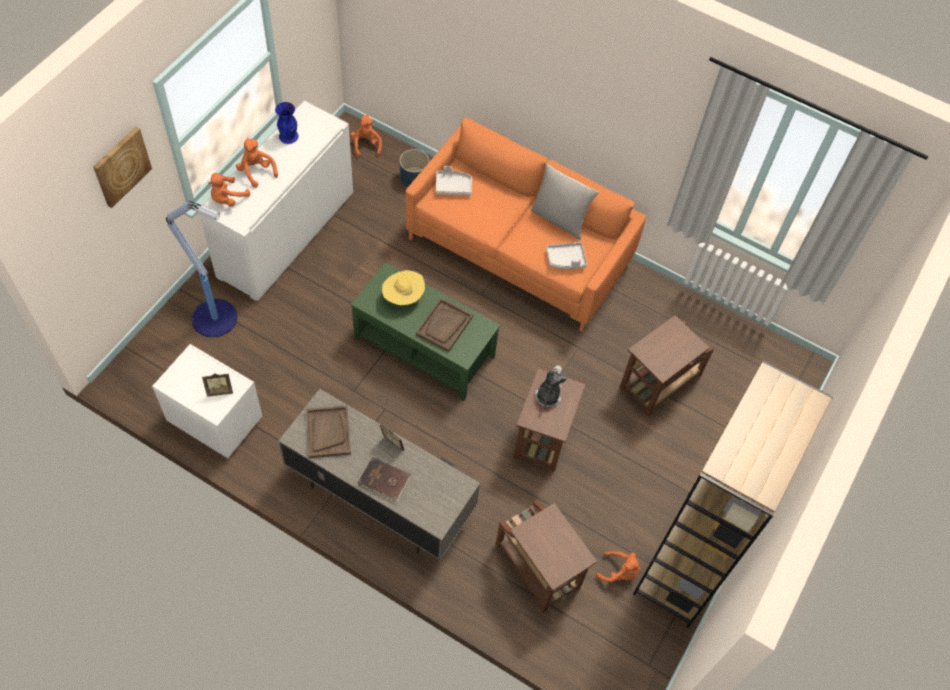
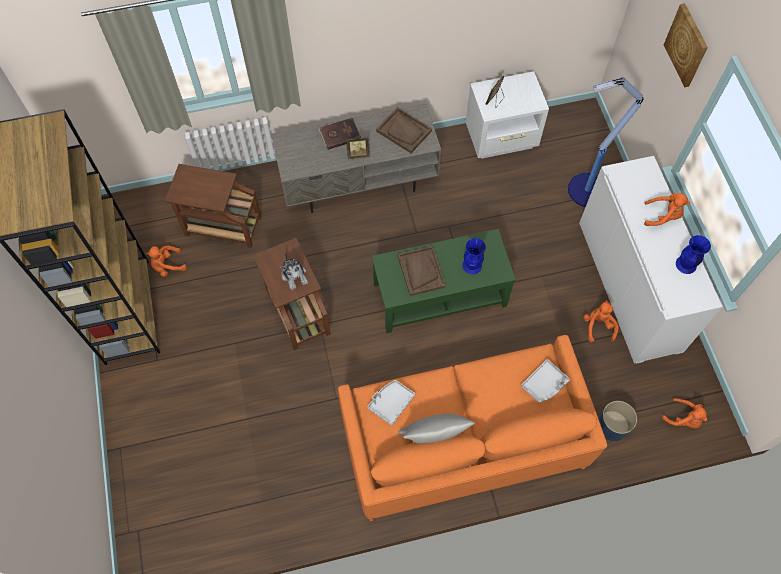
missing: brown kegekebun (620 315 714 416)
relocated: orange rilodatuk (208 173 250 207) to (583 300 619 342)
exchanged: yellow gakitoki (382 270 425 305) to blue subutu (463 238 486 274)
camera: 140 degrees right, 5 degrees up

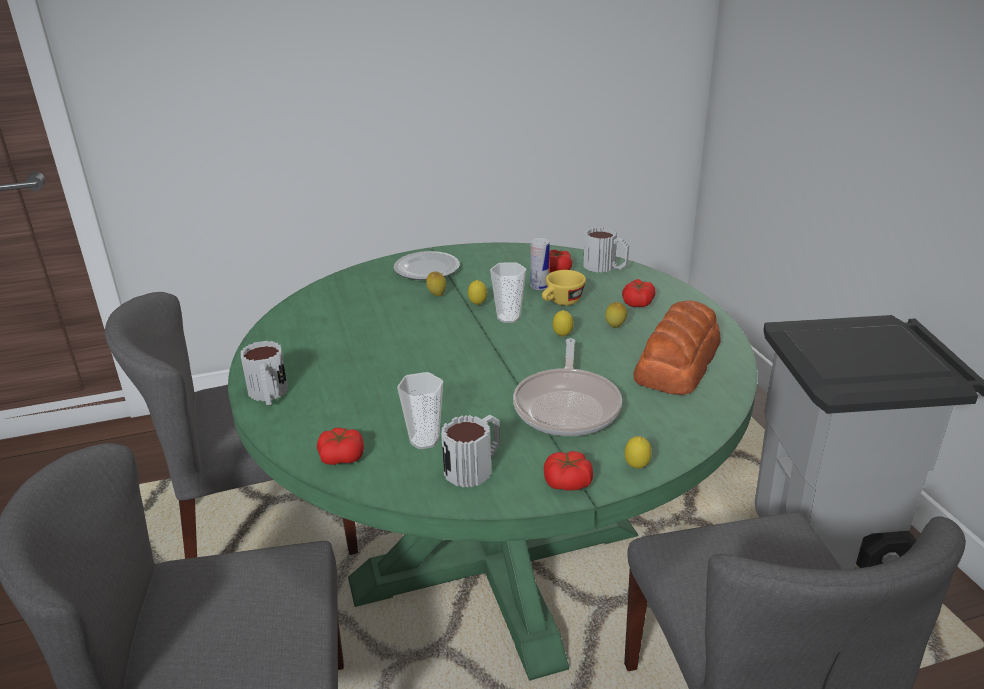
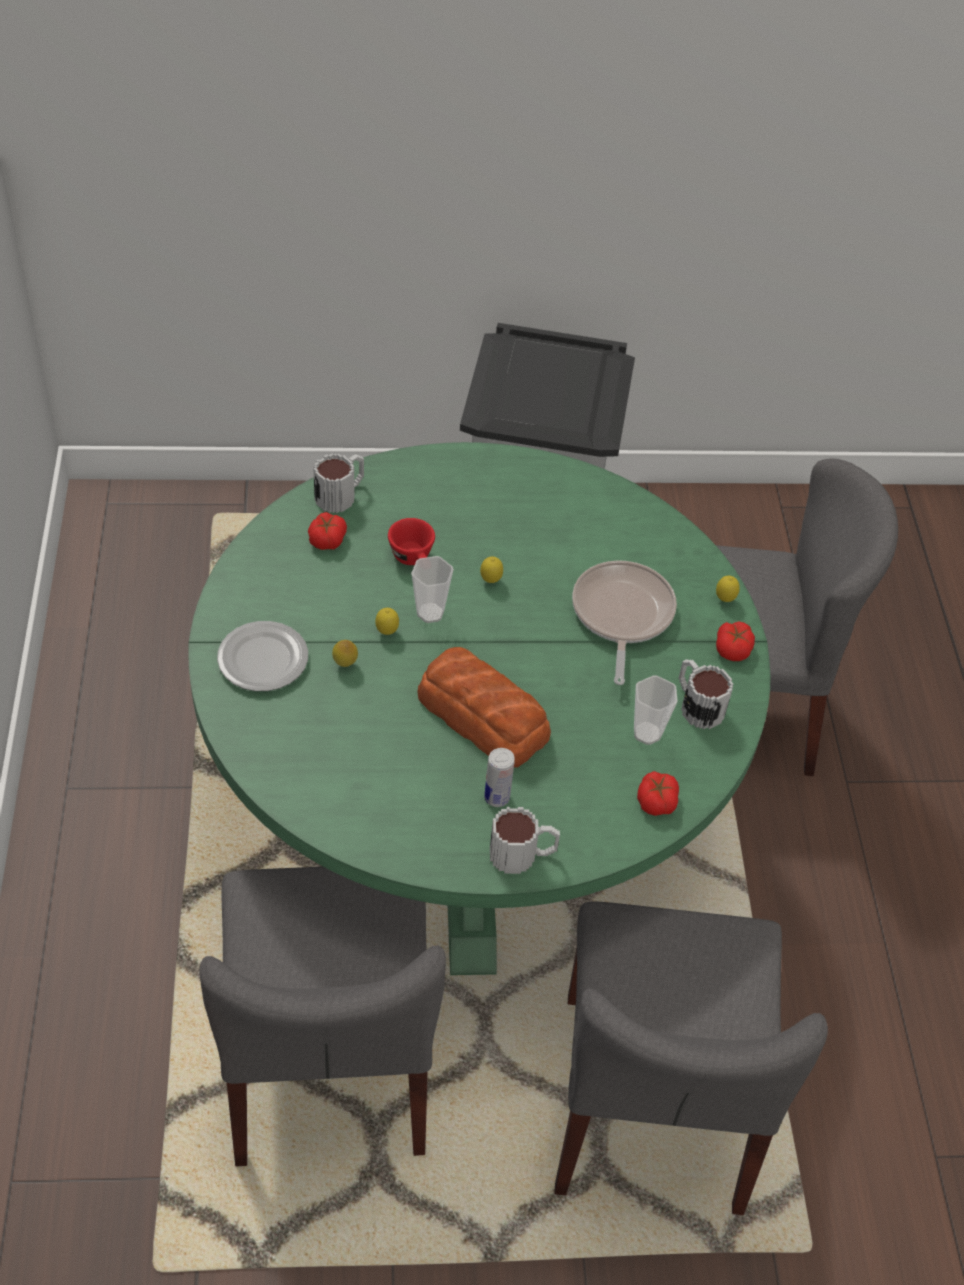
missing: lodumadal (605 302 627 328); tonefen (622 279 656 307)
relocated: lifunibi (633 300 721 395) to (417 647 551 768); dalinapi (530 238 550 290) to (484 748 515 807)
colour: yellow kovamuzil (542 270 586 306) to red kovamuzil (388 518 435 565)
spun: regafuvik (513 338 622 436) = (572 560 677 685) 105 degrees counterclockwise
camera: 80 degrees left, 20 degrees up

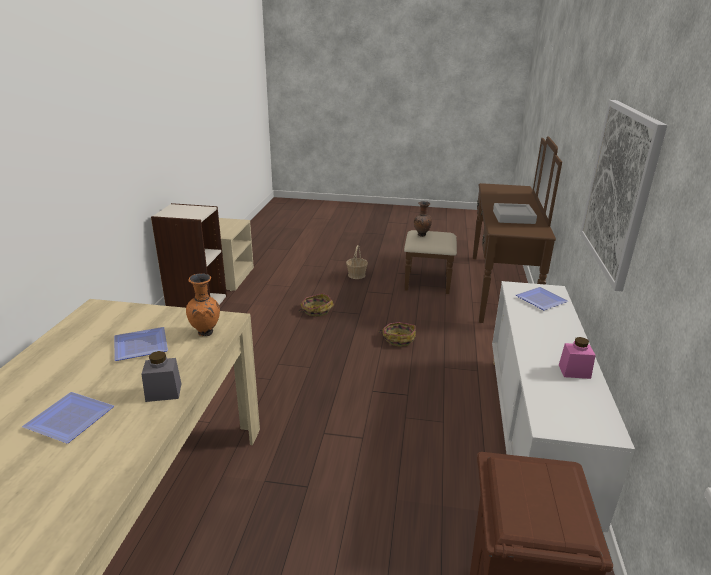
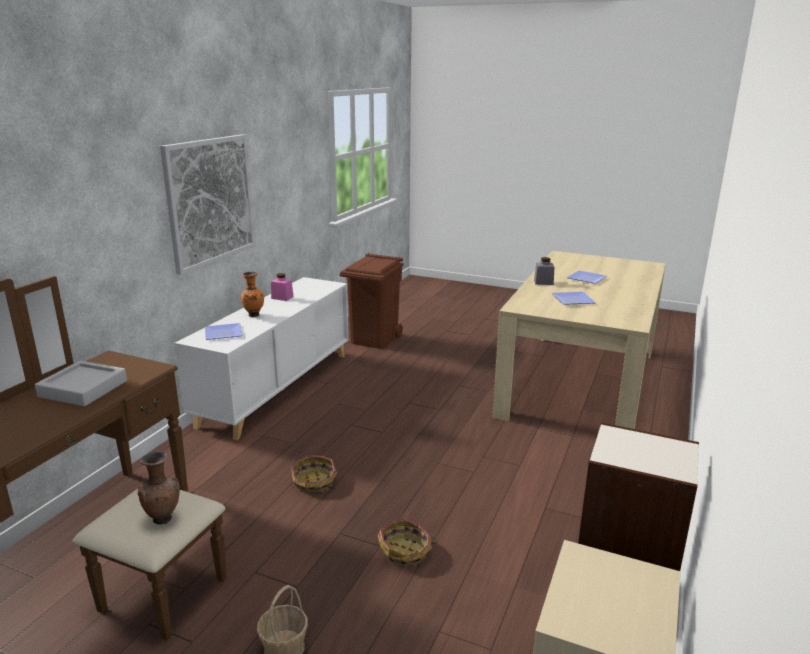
relocated: orange subutu (186 273 220 336) to (241 271 264 317)
camera: 165 degrees left, 5 degrees down

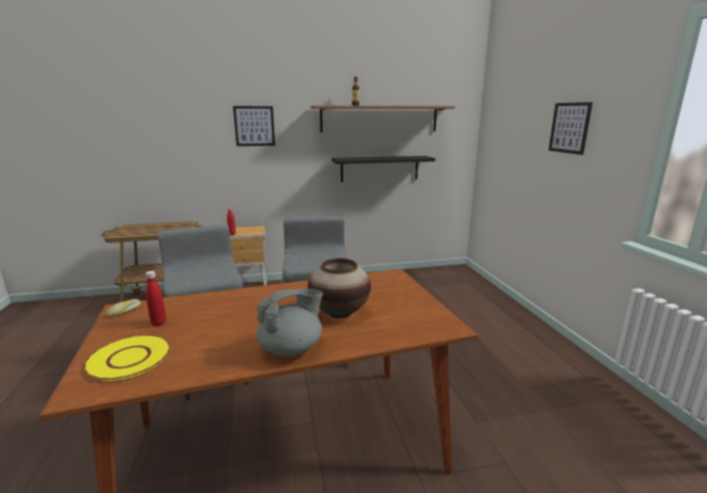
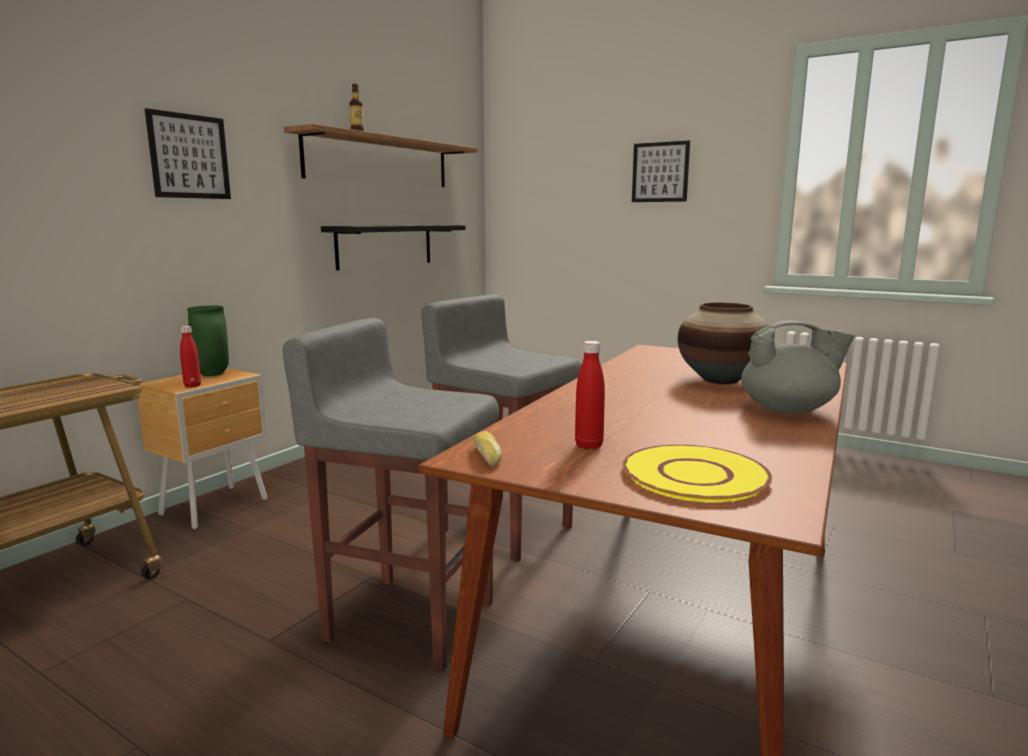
appeared: green subutu (187 306 229 376)
spun: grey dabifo (256 289 323 357) = (741 320 855 414) 90 degrees clockwise
camera: 45 degrees left, 5 degrees down

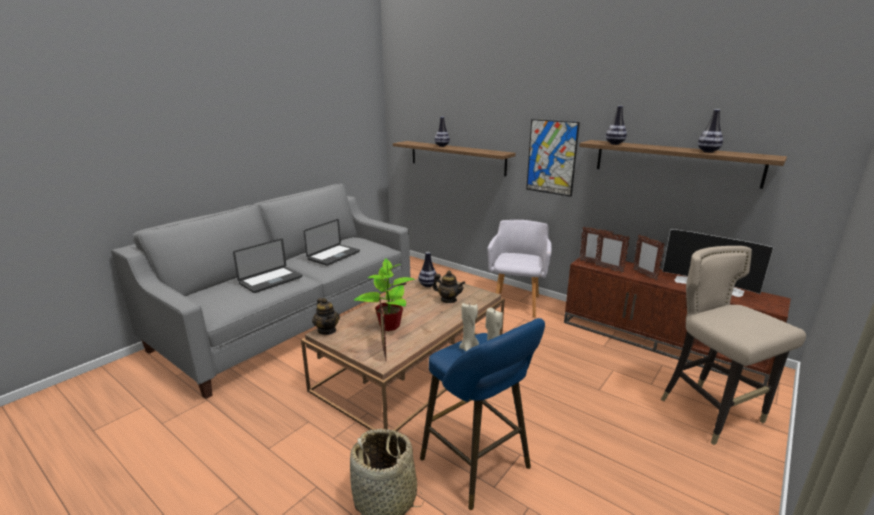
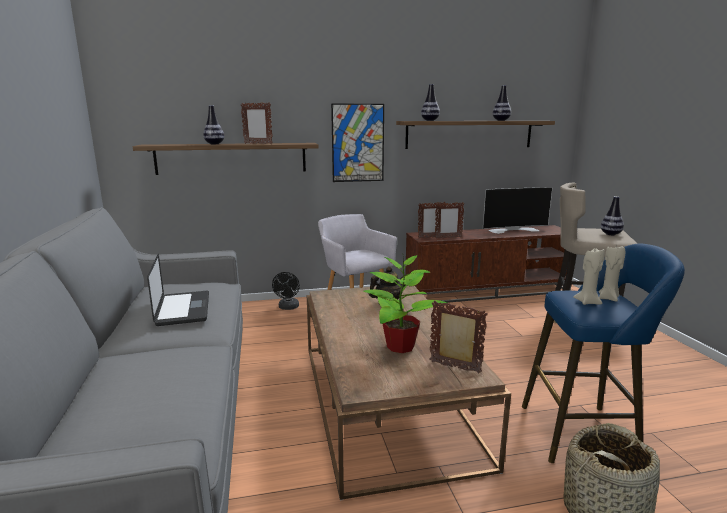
missing: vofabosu (233 238 302 293); dabifo (312 298 340 335)
appeared: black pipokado (272 272 300 310)
relocated: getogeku (633 234 665 280) to (241 102 273 144); subutu (418 252 437 287) to (601 196 624 235)
camera: 50 degrees left, 5 degrees down

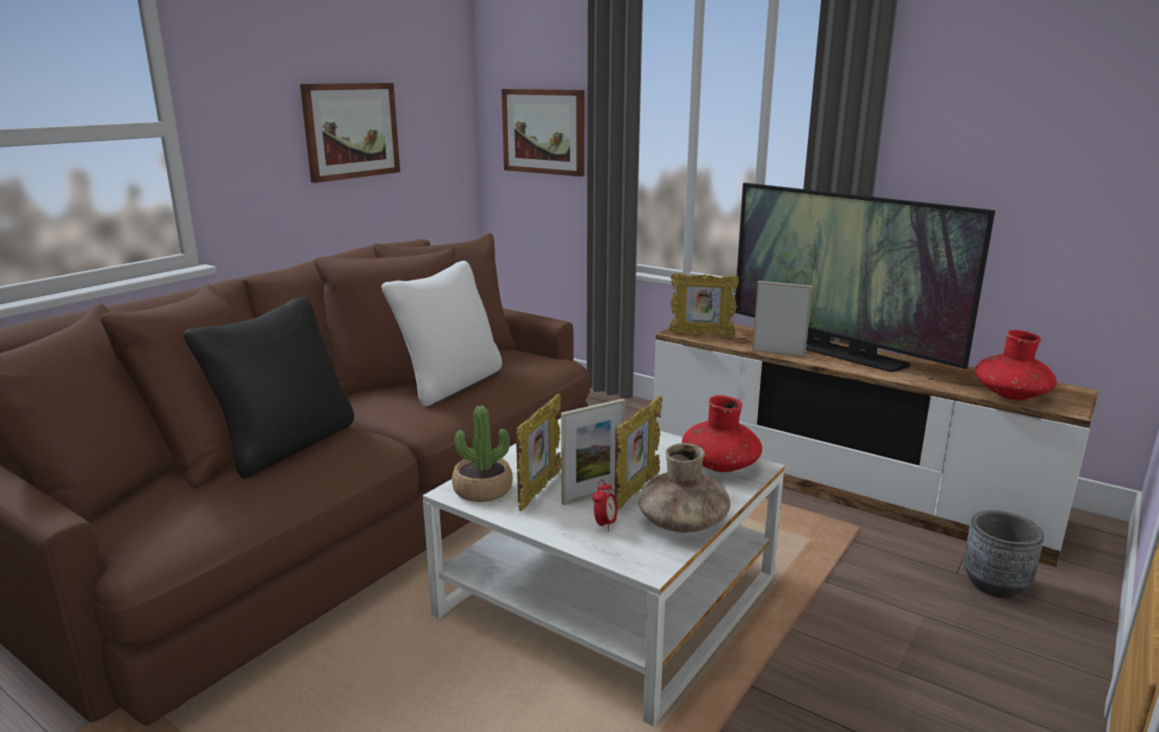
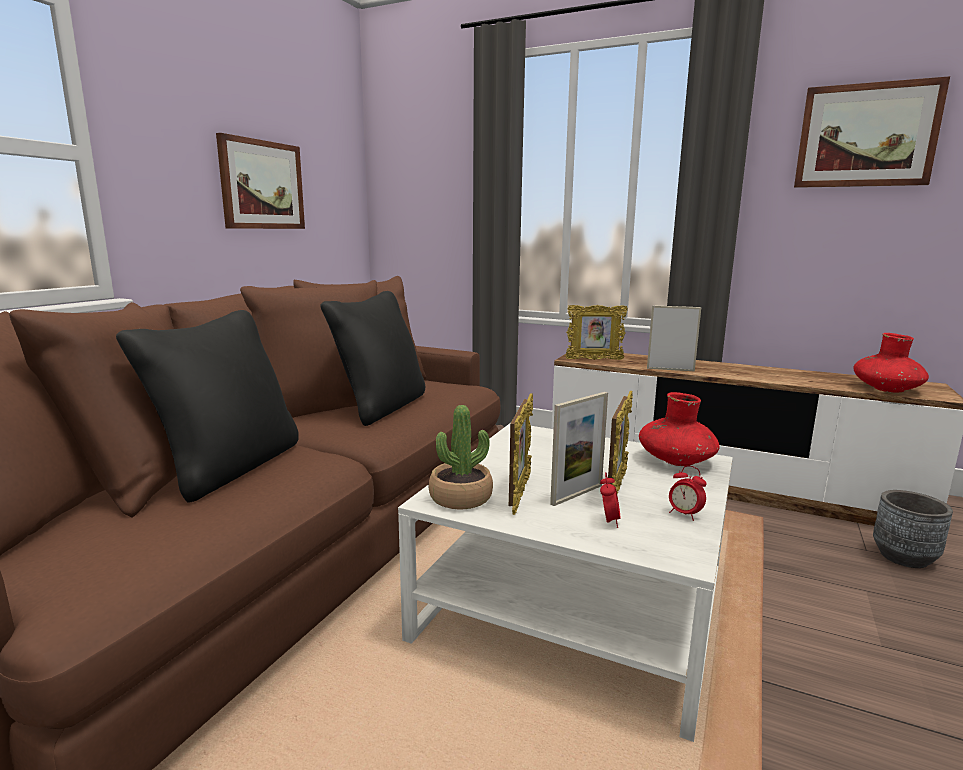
missing: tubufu (735 183 995 372)
relocated: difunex (502 89 584 177) to (794 76 950 188)
exchanged: brown subutu (638 443 730 533) to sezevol (669 466 707 521)
colour: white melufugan (381 261 502 407) to black melufugan (320 291 425 426)
camera: 10 degrees left, 5 degrees down

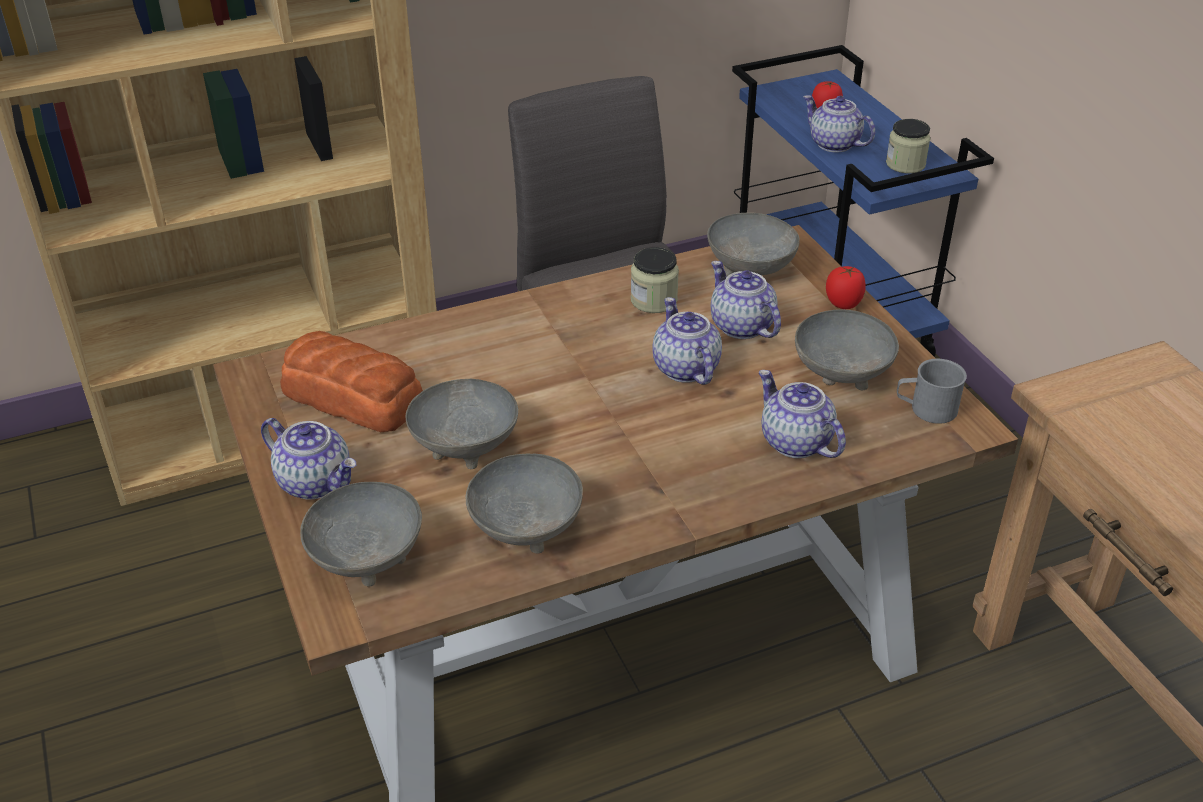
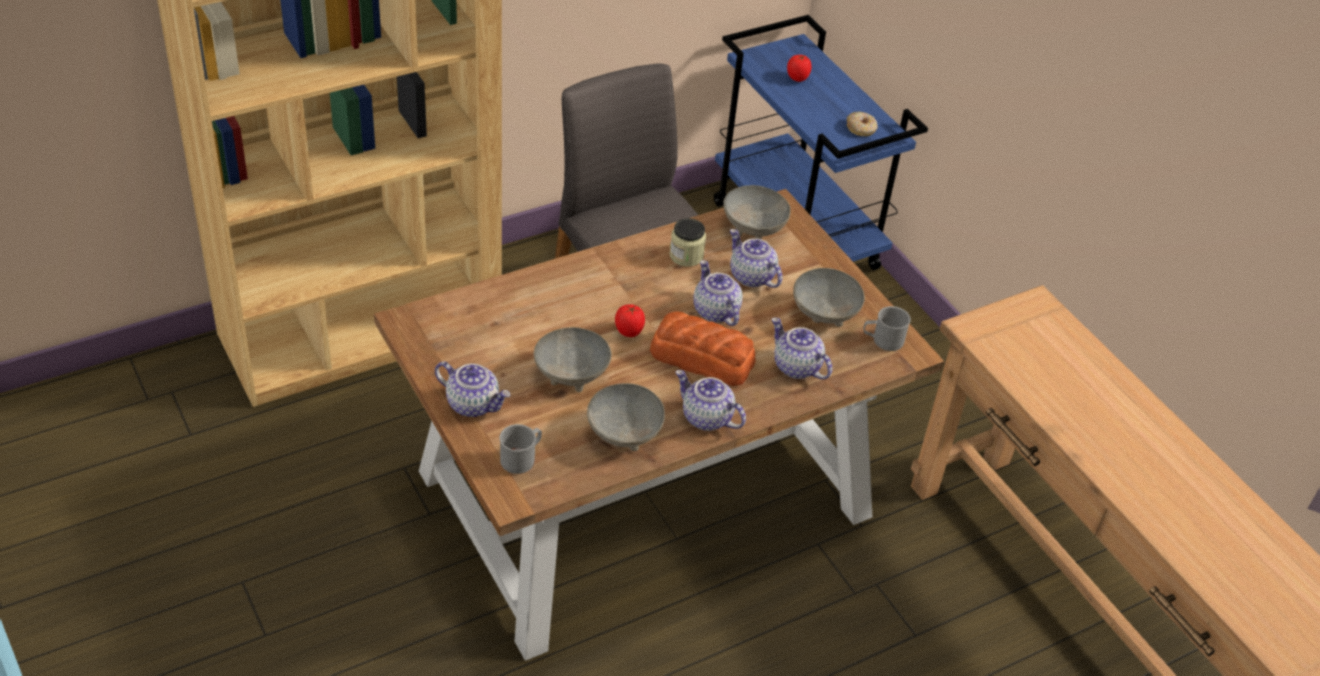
relocated: tonefen (826 266 866 309) to (615 304 645 337); lifunibi (280 331 423 432) to (650 312 756 386); dabifo (803 95 875 153) to (675 370 746 431)
exchanged: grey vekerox (300 482 422 586) to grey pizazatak (500 424 542 474); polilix (886 119 931 173) to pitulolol (847 112 878 136)
camera: 10 degrees left, 5 degrees up

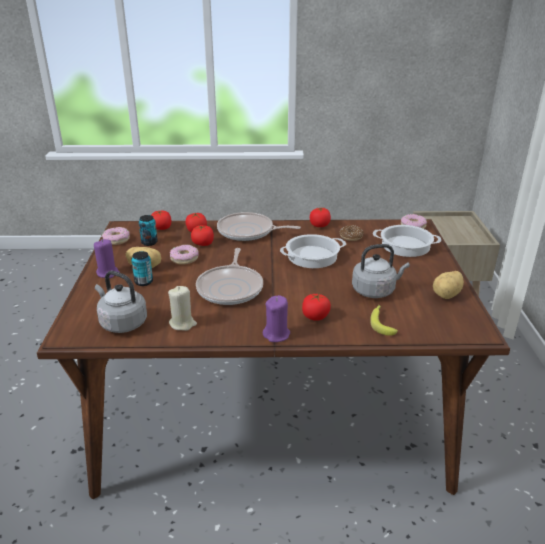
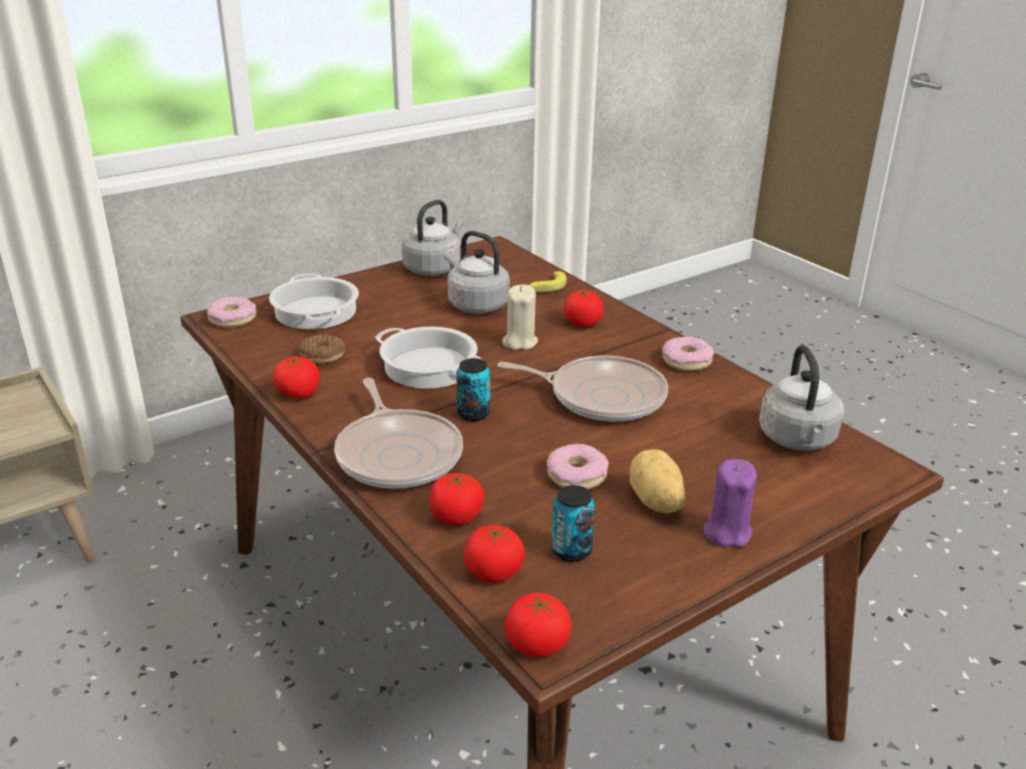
missing: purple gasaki (263 295 290 342)
relocated: dalinapi (131 251 153 286) to (456 358 490 421); beige gasaki (168 286 197 331) to (502 285 538 350); tonefen (191 225 214 246) to (505 593 571 657); pitulolol (102 227 130 245) to (662 337 714 371)
exchanged: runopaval (433 271 464 299) to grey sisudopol (402 199 463 276)
spun: regafuvik (196 248 263 305) = (497 355 668 422) 45 degrees clockwise
camera: 125 degrees left, 0 degrees up

